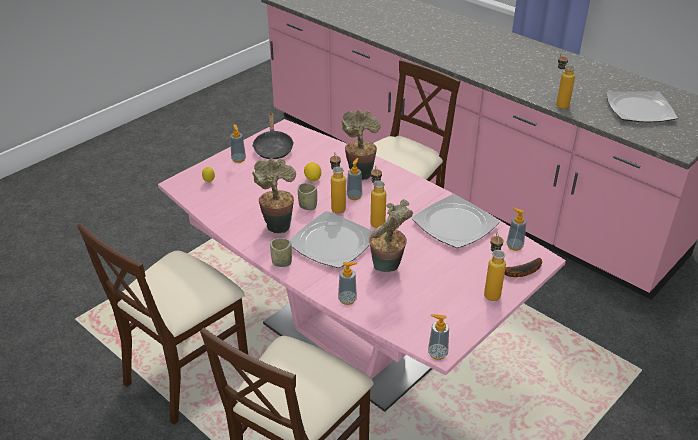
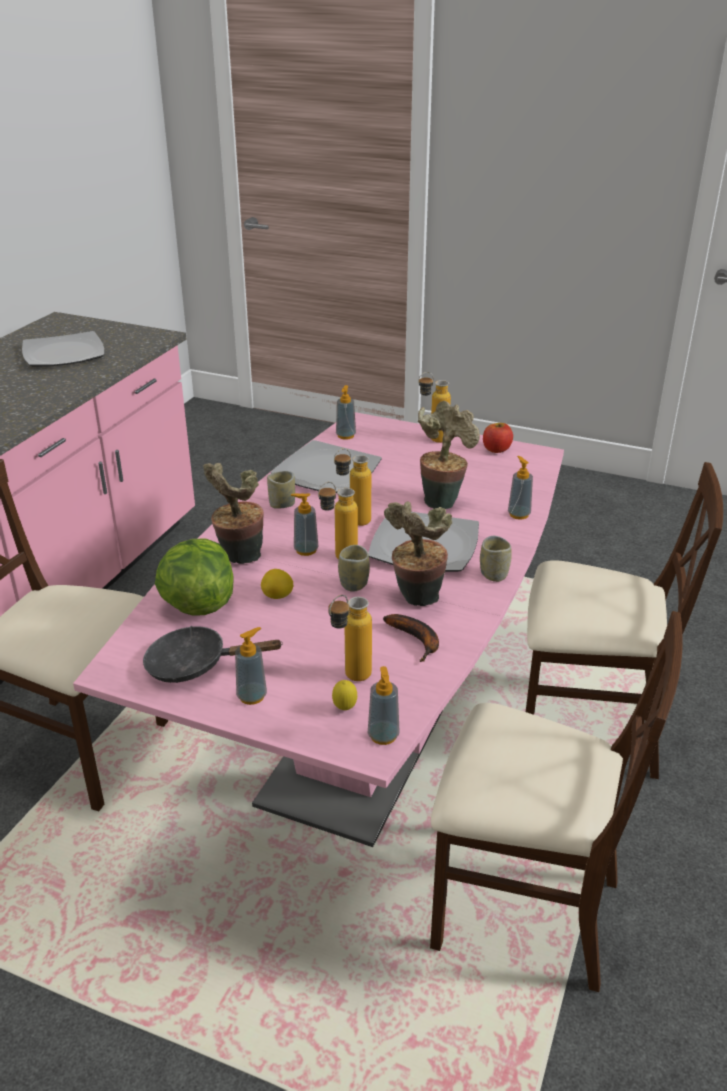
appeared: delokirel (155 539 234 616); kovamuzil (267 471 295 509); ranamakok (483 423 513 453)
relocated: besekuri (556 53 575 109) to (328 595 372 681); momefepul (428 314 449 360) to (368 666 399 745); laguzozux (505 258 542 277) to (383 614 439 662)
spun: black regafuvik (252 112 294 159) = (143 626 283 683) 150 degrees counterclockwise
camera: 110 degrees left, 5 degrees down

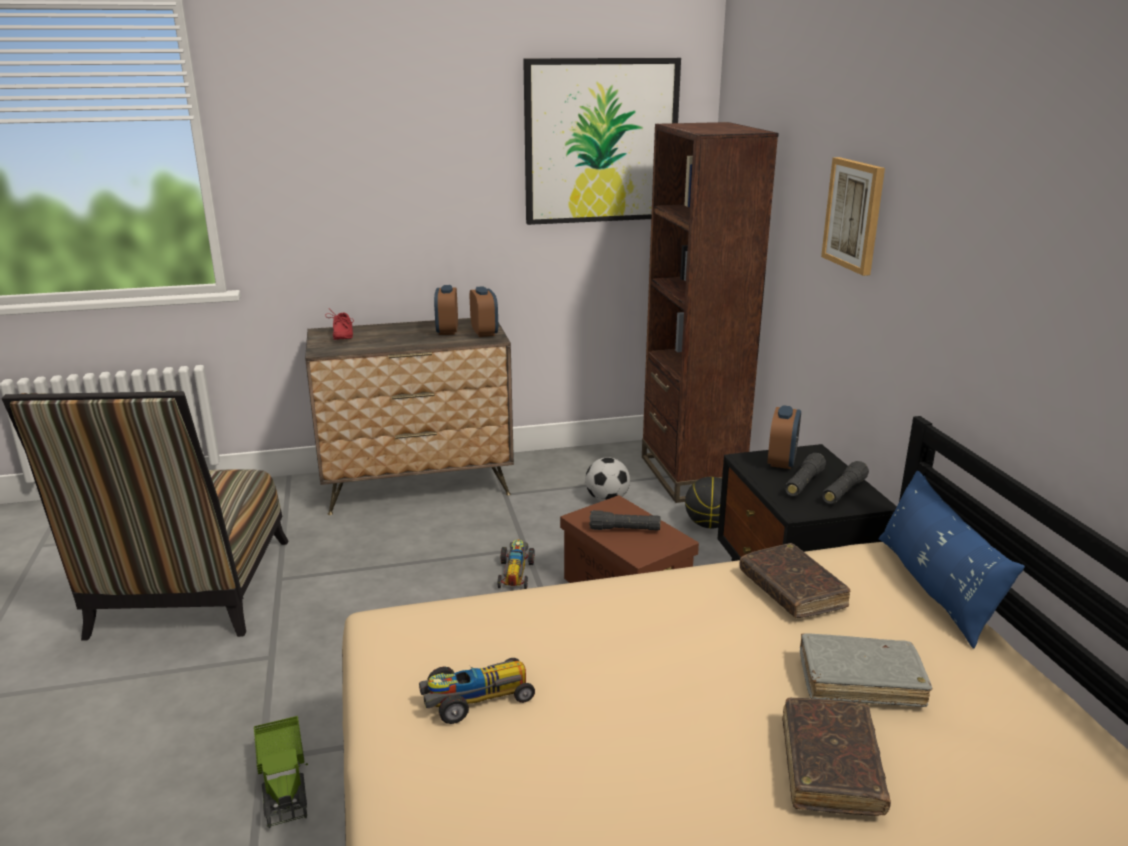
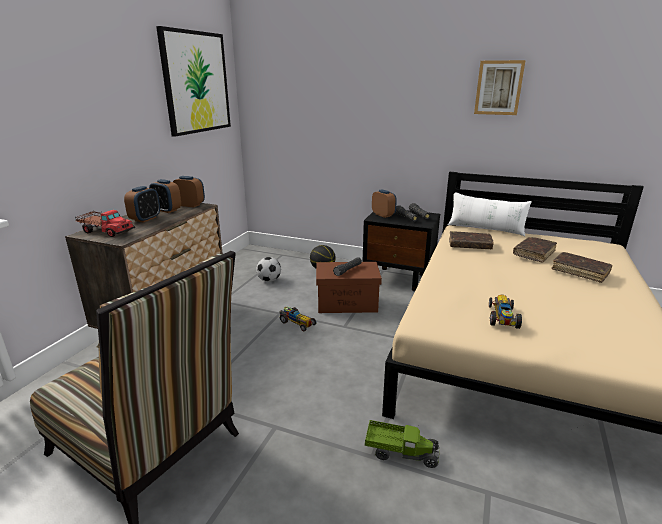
missing: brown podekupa (642 122 779 503)
appeared: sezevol (124 186 160 223)
relocated: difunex (821 157 885 276) to (474 60 525 115)
exchanged: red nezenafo (325 308 354 340) to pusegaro (75 210 135 237)
colour: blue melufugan (879 471 1025 649) to white melufugan (448 192 532 236); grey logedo (800 633 932 707) to brown logedo (513 237 557 263)
camera: 55 degrees left, 0 degrees up

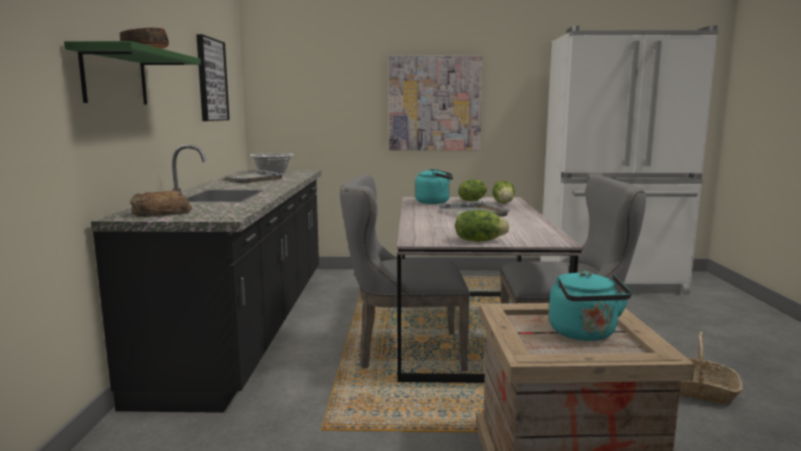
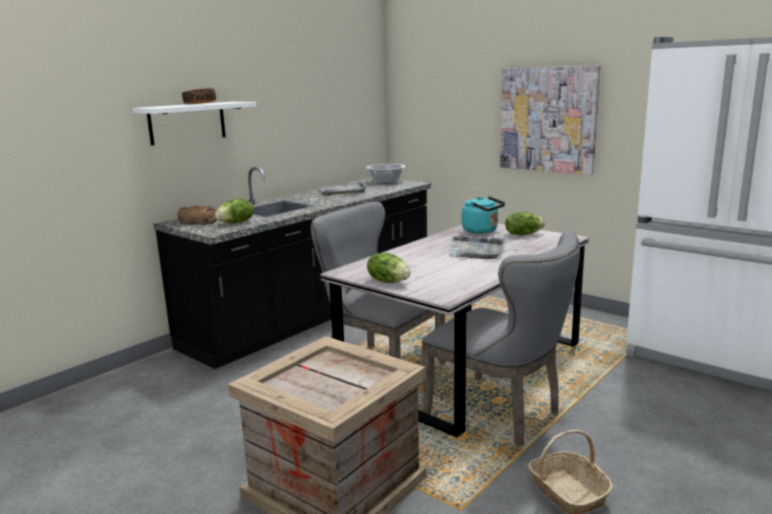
missing: difunex (196 34 230 121); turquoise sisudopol (549 271 632 341)
relocated: delokirel (493 181 515 203) to (215 198 254 223)
colour: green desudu (64 41 201 105) to white desudu (133 102 256 145)
camera: 40 degrees right, 5 degrees up

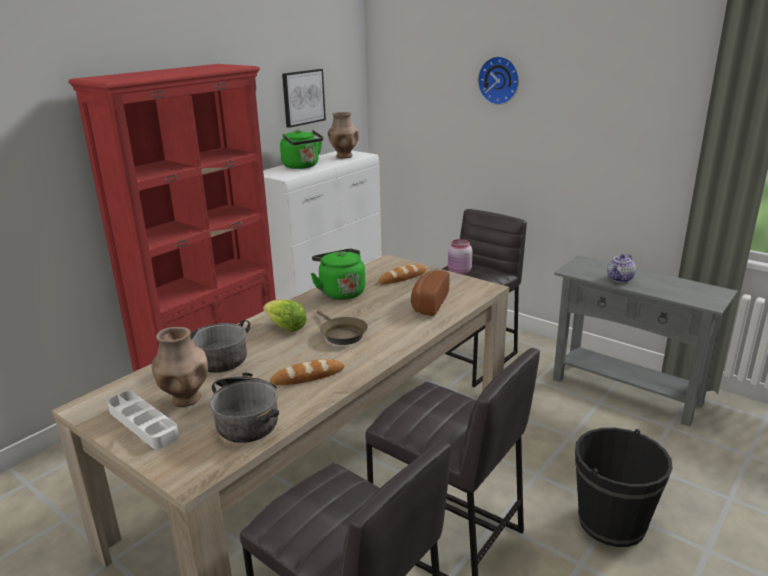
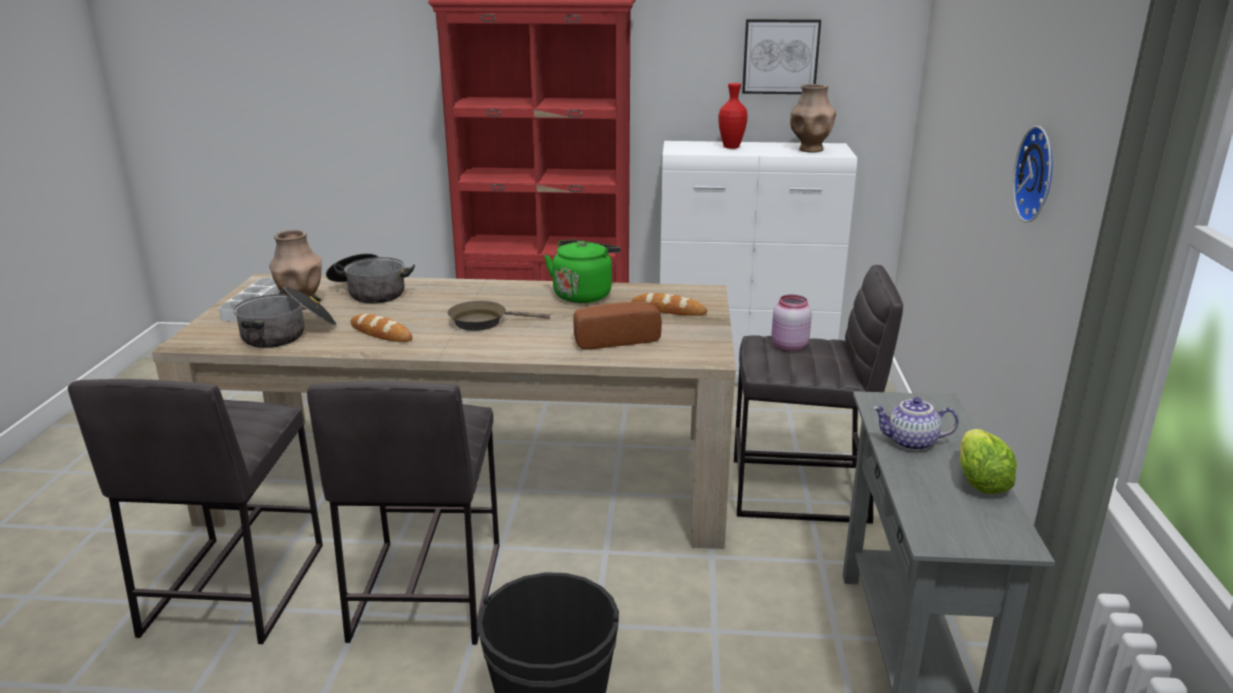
relocated: delokirel (263 300 307 332) to (960 429 1017 494); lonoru (478 56 519 105) to (1013 126 1053 223)
exchanged: green sisudopol (280 129 323 169) to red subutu (718 83 748 149)
spun: brown regafuvik (316 310 368 345) = (447 301 550 331) 60 degrees clockwise
camera: 55 degrees right, 0 degrees up

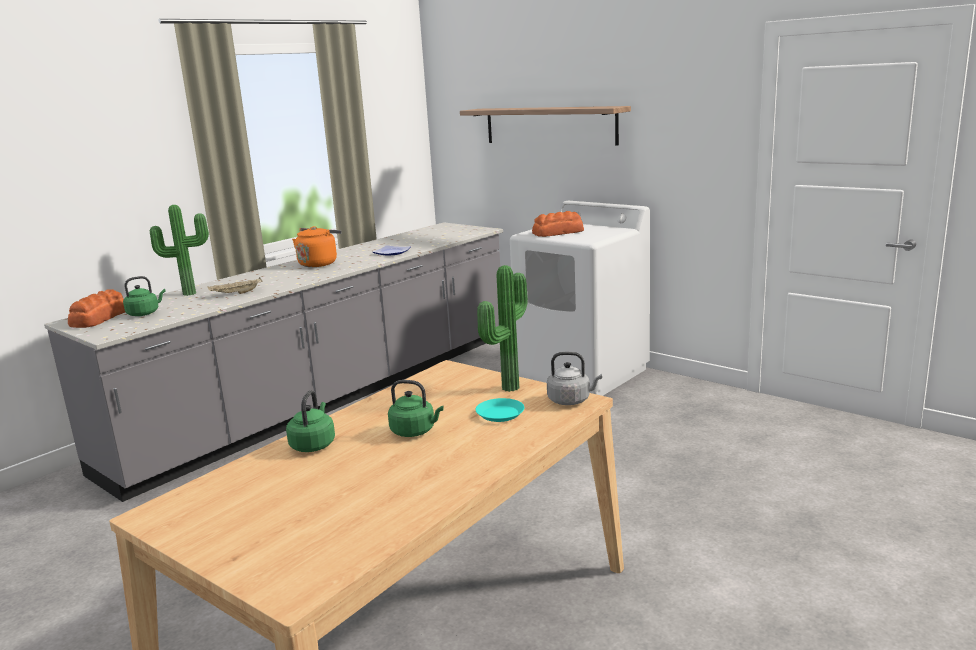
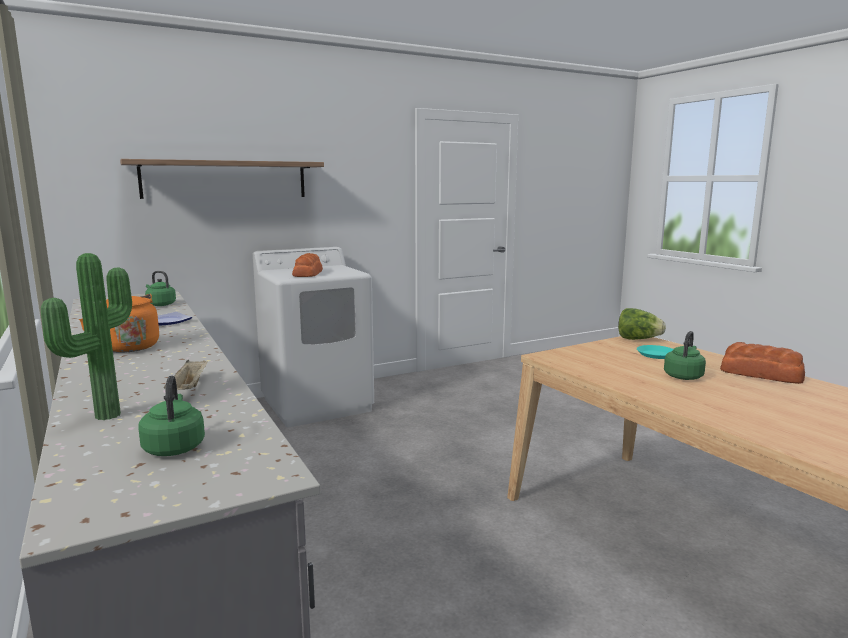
missing: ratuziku (477 265 528 392)
relocated: green sisudopol (286 390 335 452) to (145 271 176 306); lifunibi (68 289 125 328) to (720 342 805 384)
exchanged: grey sisudopol (547 352 602 405) to delokirel (618 308 666 340)
camera: 70 degrees left, 5 degrees down

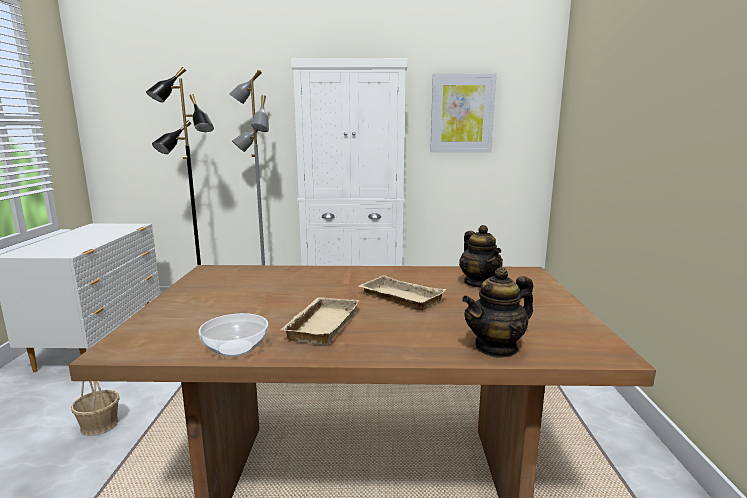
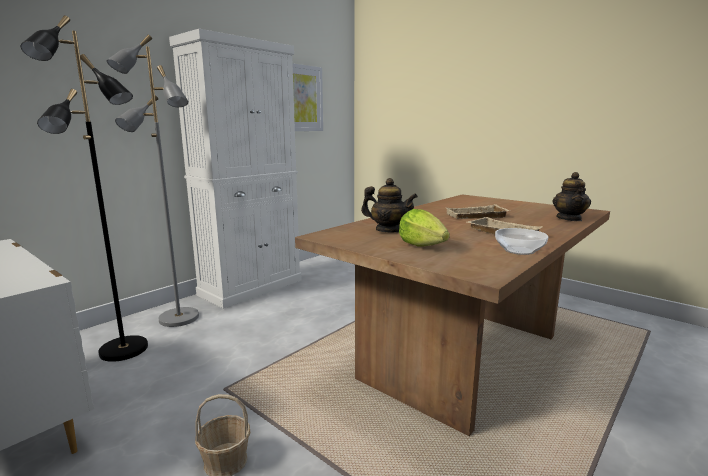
appeared: delokirel (399 209 450 247)
relocated: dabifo (459 225 503 288) to (361 178 418 232)
camera: 50 degrees left, 0 degrees up

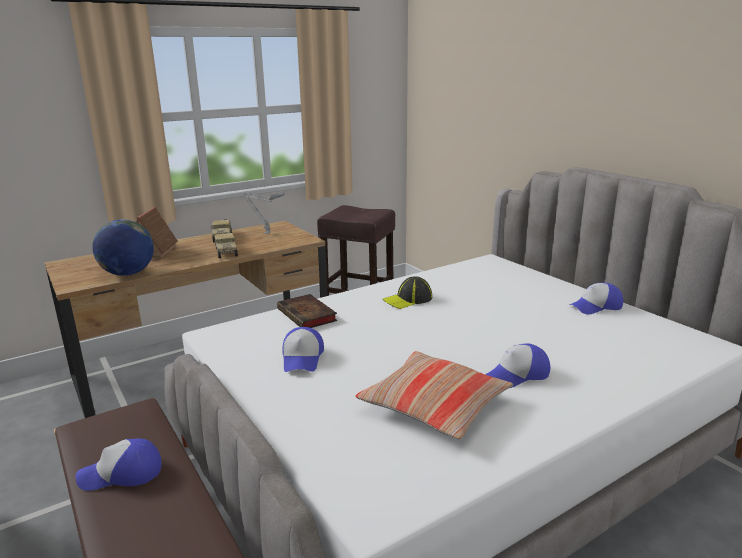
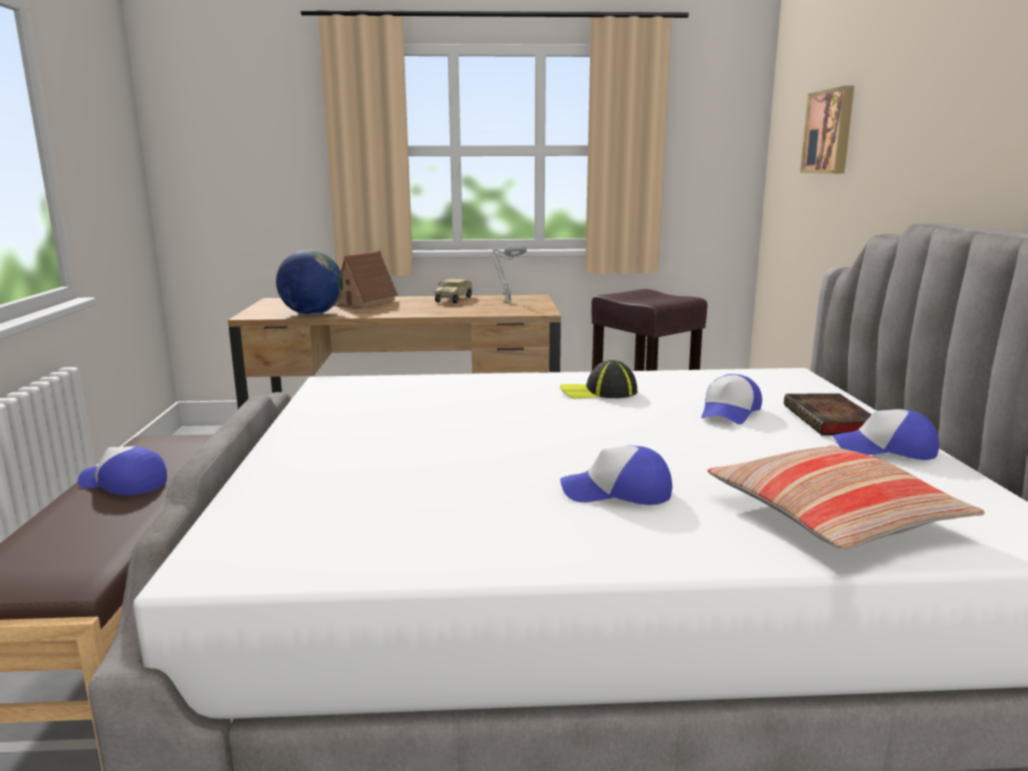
missing: pusegaro (214 232 238 258)
appeared: difunex (800 86 854 174)
relocated: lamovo (283 327 324 372) to (701 374 762 424); melufugan (355 351 513 439) to (707 445 985 549); logedo (277 294 337 328) to (784 393 872 436)
camera: 30 degrees right, 5 degrees down

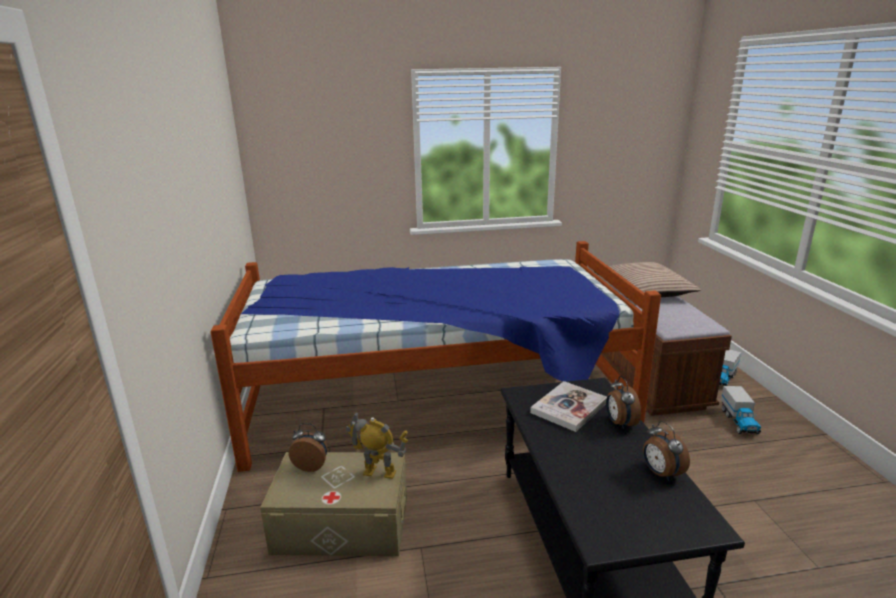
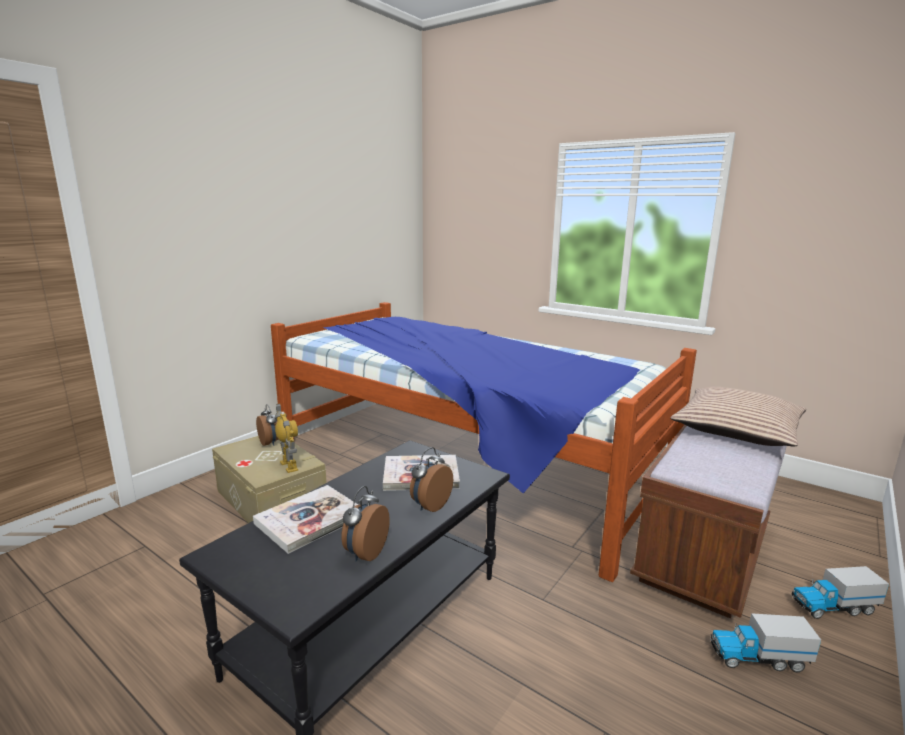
appeared: logedo (253 485 358 554)
spun: pusegaro (721 386 761 434) = (710 613 821 672) 45 degrees clockwise
camera: 45 degrees right, 5 degrees down

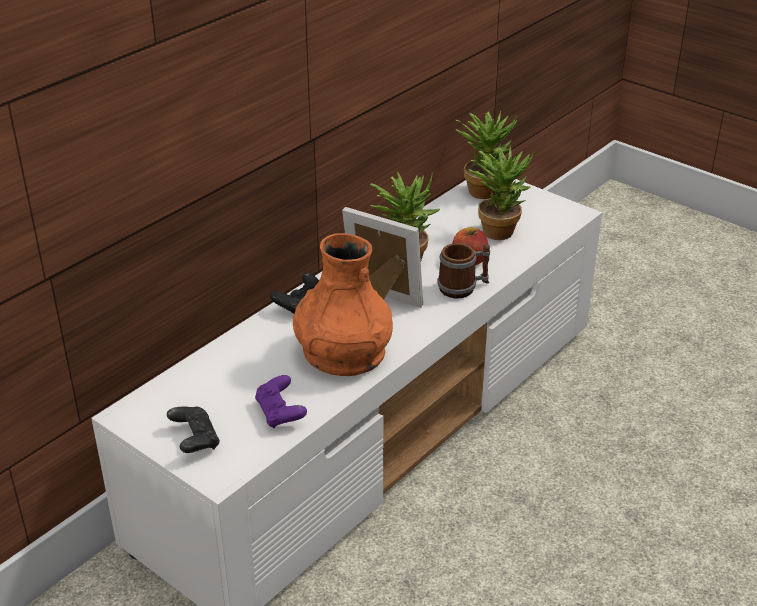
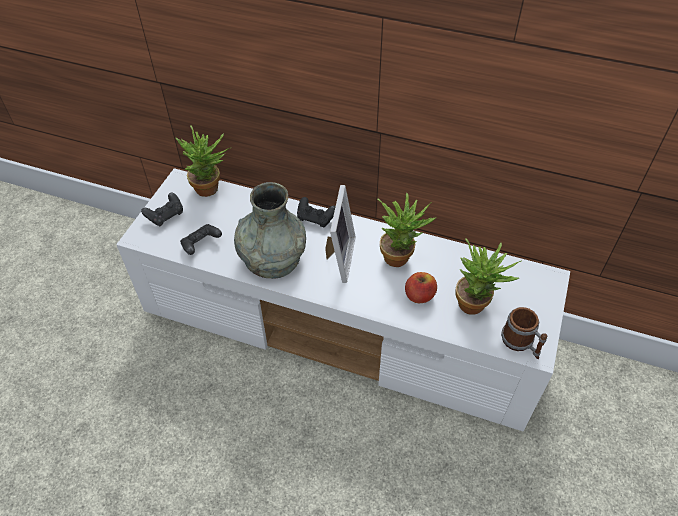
relocated: ratuziku (455 111 518 199) to (176 125 230 197); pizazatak (437 243 490 299) to (501 307 547 359)
colour: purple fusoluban (255 375 307 428) to black fusoluban (180 224 222 255); orange subutu (293 233 393 376) to grey subutu (234 182 306 279)
camera: 70 degrees right, 15 degrees up

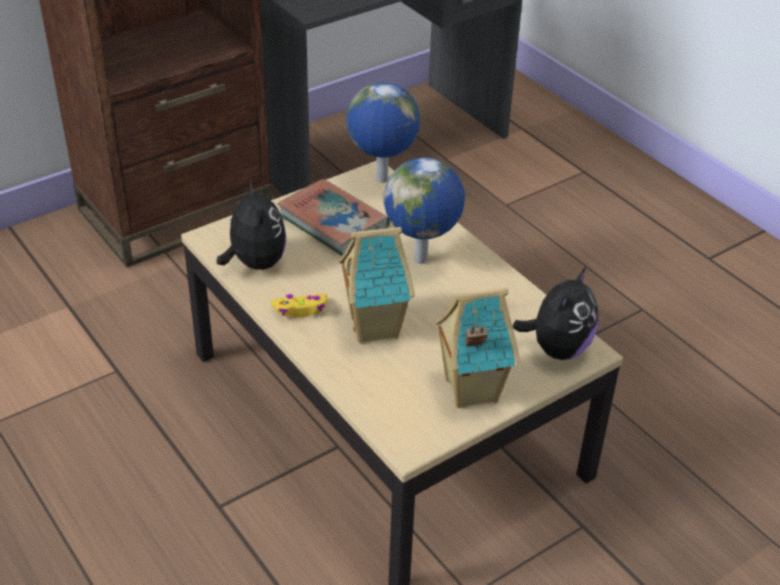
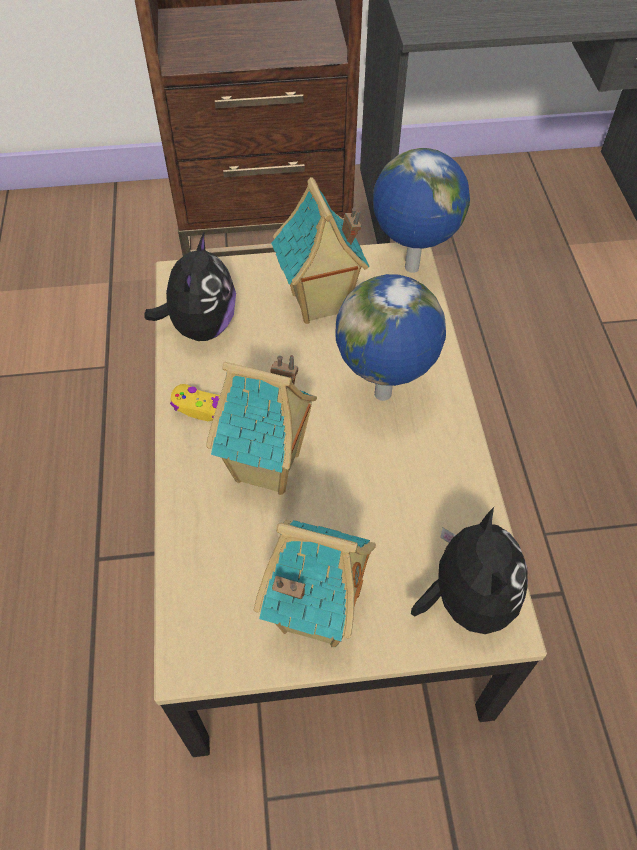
exchanged: logedo (277 179 390 256) to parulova (271 177 369 324)
spun: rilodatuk (513 266 598 360) = (411 507 528 634) 60 degrees counterclockwise
camera: 30 degrees right, 15 degrees up

